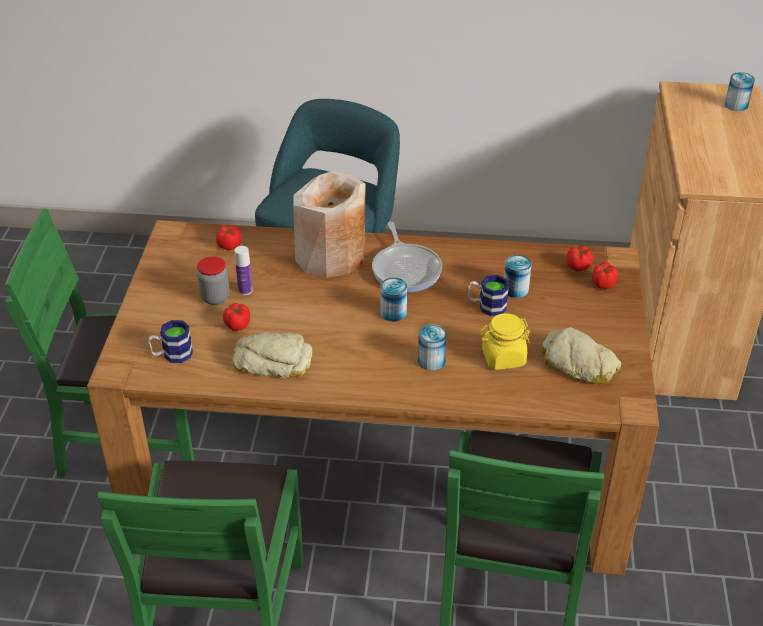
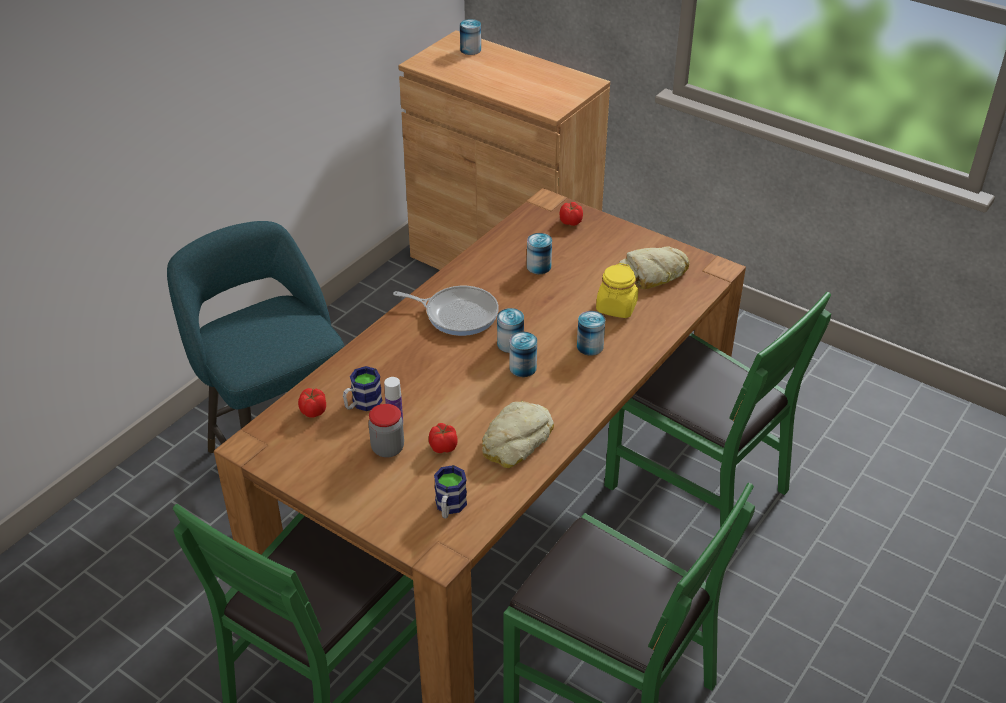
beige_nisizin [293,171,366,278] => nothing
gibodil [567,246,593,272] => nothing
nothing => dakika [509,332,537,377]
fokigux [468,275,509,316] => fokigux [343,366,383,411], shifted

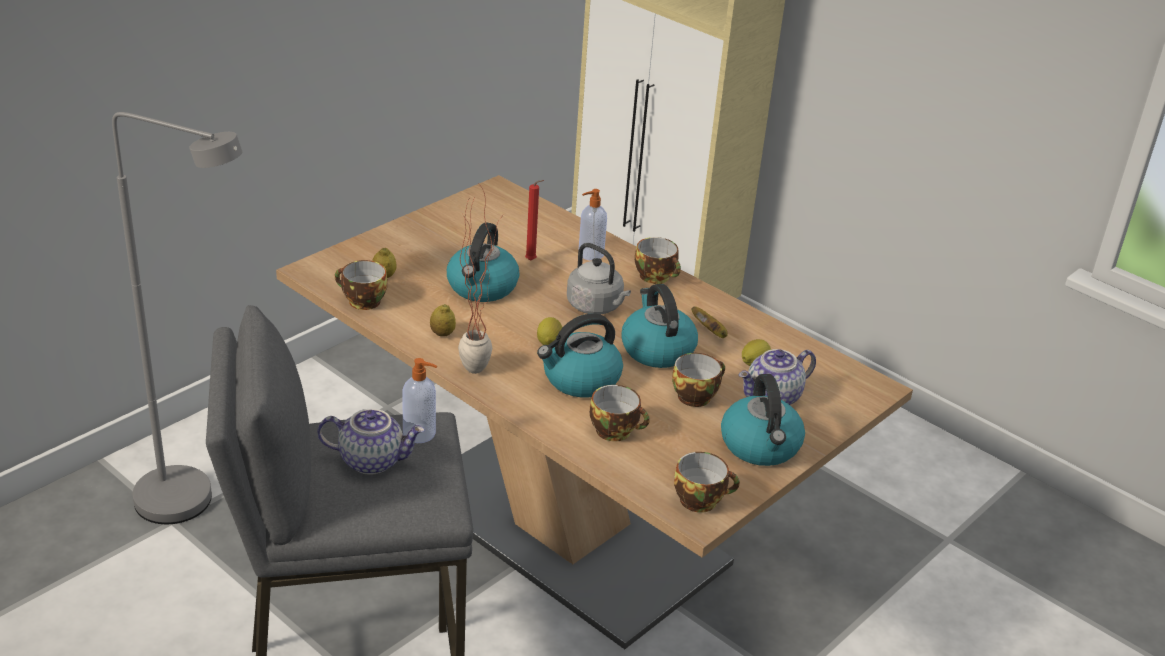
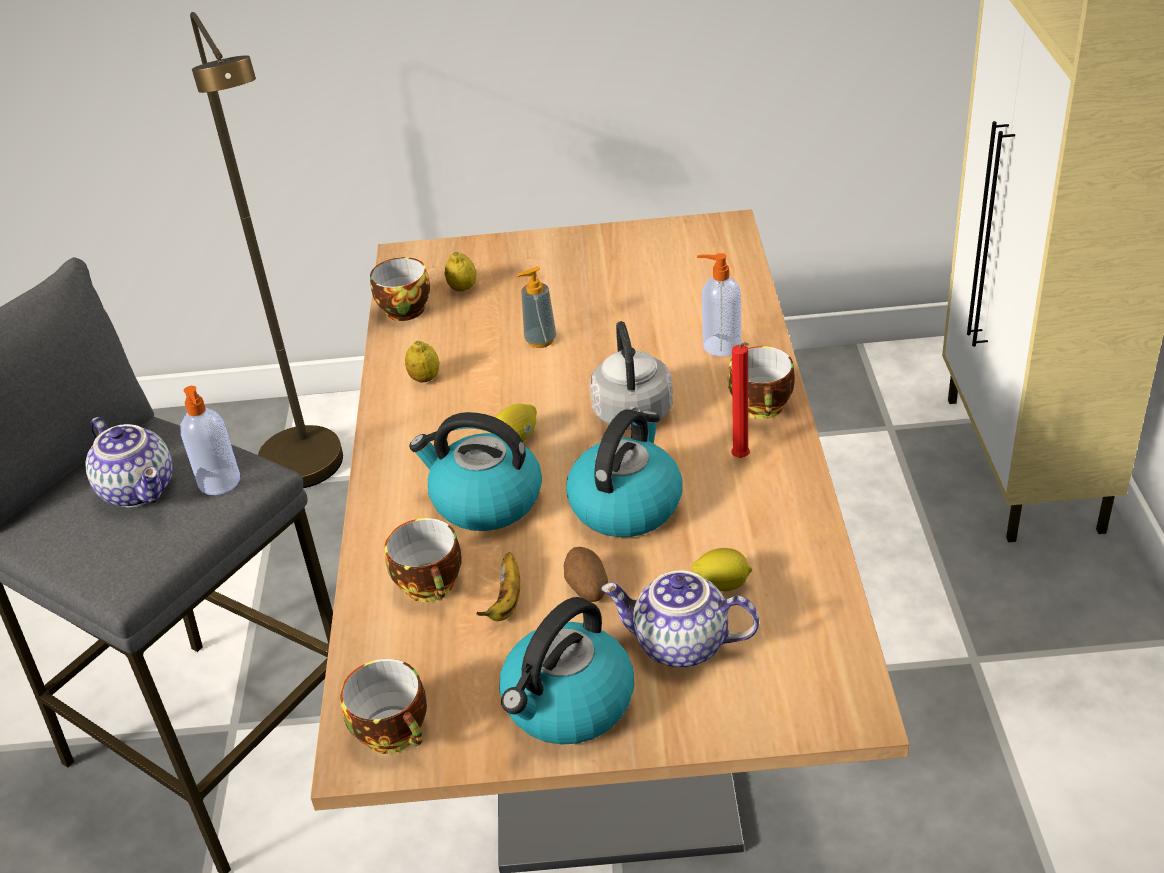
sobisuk [458,181,501,374] => nothing
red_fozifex [525,180,544,261] => red_fozifex [731,342,750,458], shifted
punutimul [692,307,728,338] => punutimul [476,552,520,621], shifted
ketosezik [447,222,519,302] => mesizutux [517,266,556,348]
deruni [672,353,725,407] => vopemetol [564,547,608,602]
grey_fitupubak [112,112,242,524] => brown_fitupubak [190,12,343,488]

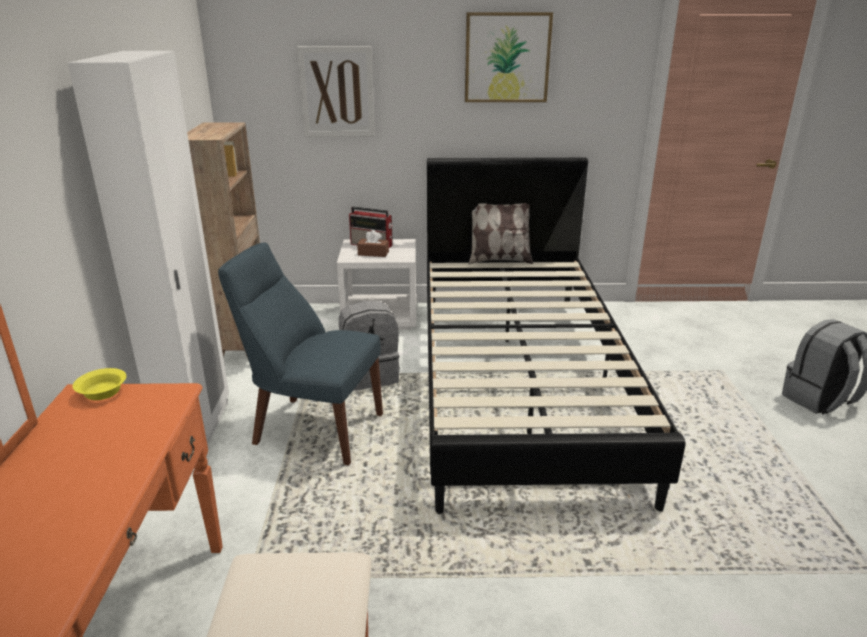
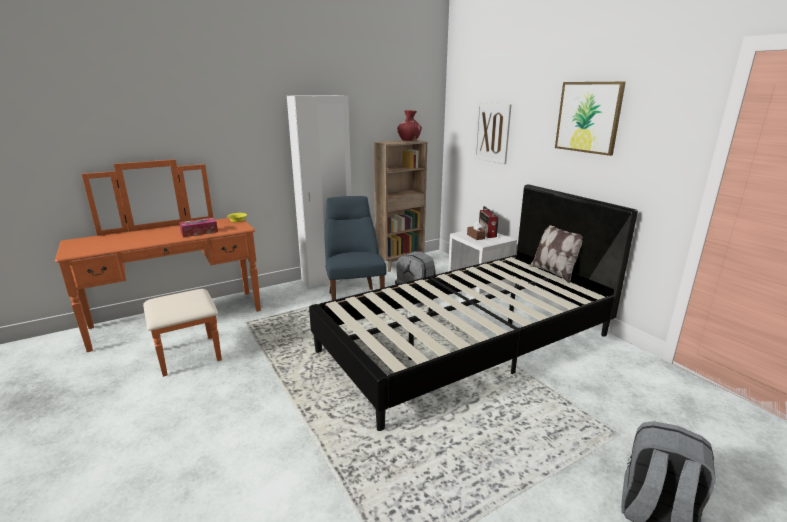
nothing => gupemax [179,218,218,237]
nothing => red_nisizin [397,110,422,141]

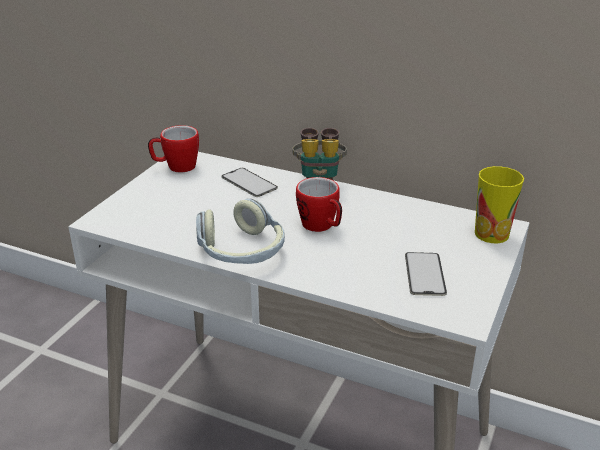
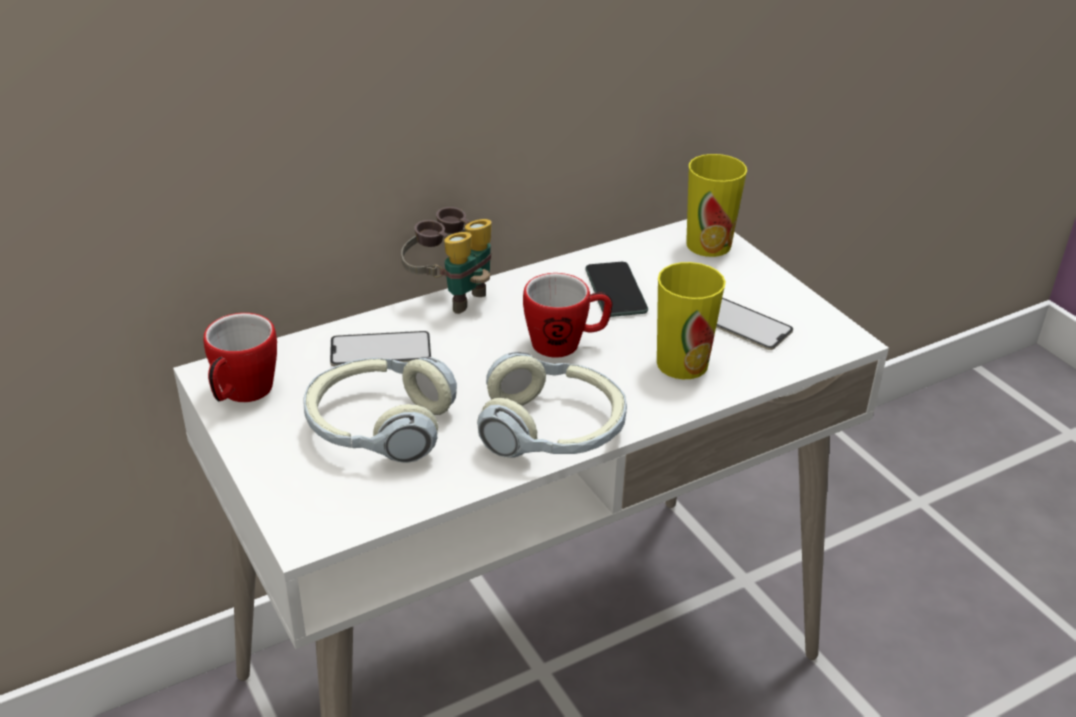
nothing => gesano [303,357,457,463]
nothing => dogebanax [585,262,648,317]
nothing => deruni [657,262,726,379]

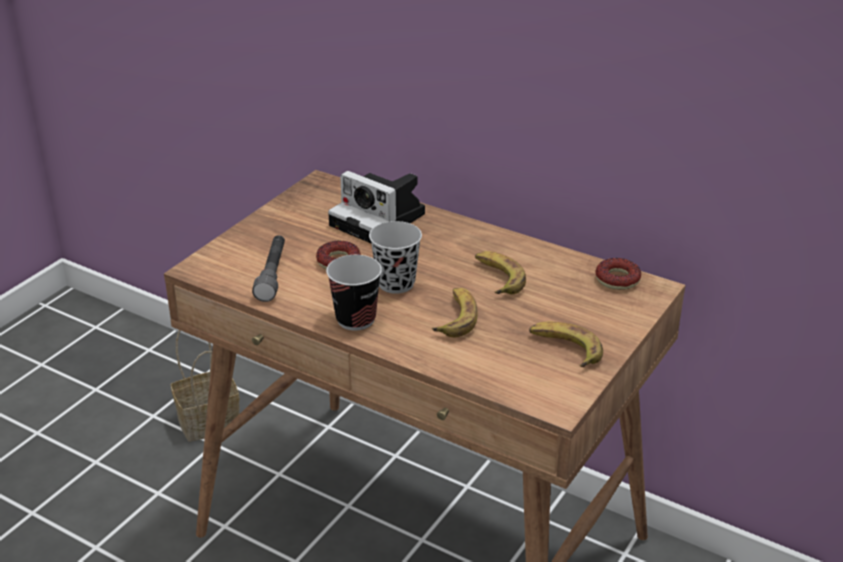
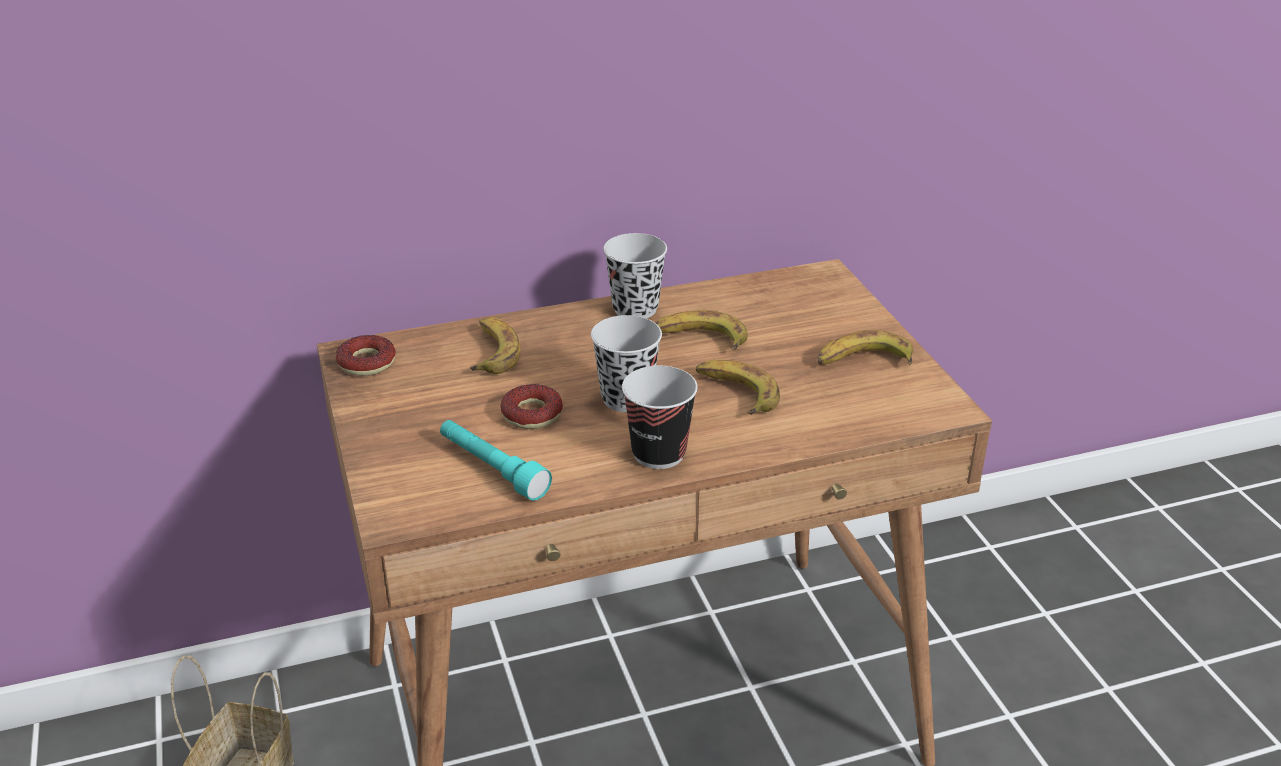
nothing => black_deruni [603,233,667,318]
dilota [596,258,641,290] => dilota [336,335,396,376], shifted
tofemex [328,171,425,243] => punutimul [470,317,521,374]
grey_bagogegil [252,235,285,302] => turquoise_bagogegil [440,420,552,501]

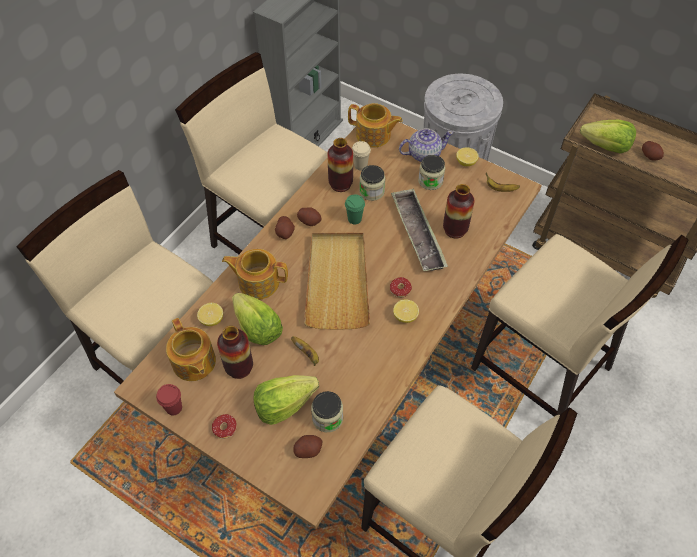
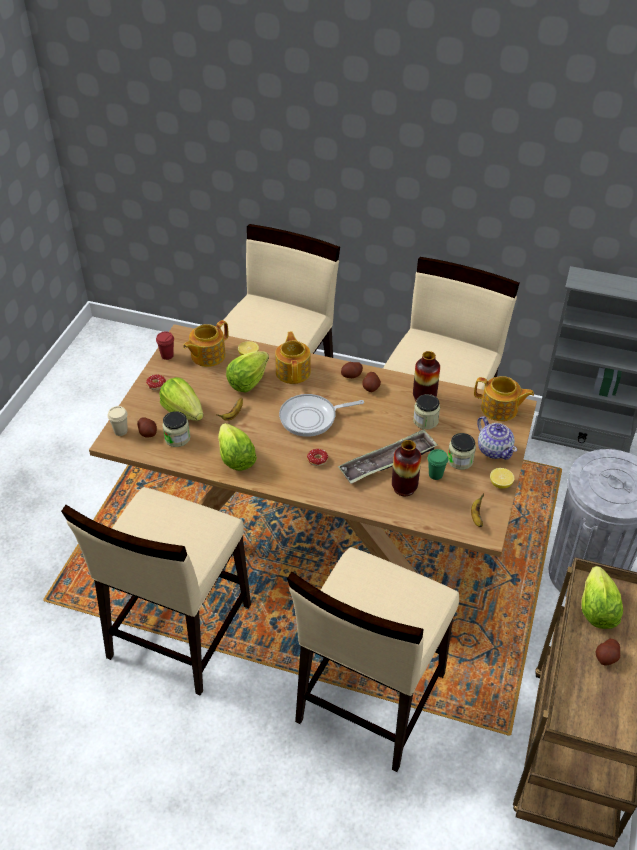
nisizin [217,326,253,379] => nothing
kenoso [393,300,419,323] => nothing
nothing => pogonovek [218,423,257,471]
green_deruni [345,194,365,224] => green_deruni [428,449,448,480], shifted
beige_deruni [352,141,371,170] => beige_deruni [108,406,128,436], shifted
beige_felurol [304,233,370,330] => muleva [279,394,364,437]
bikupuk [348,103,403,148] => bikupuk [474,376,534,421], 75 degrees counterclockwise

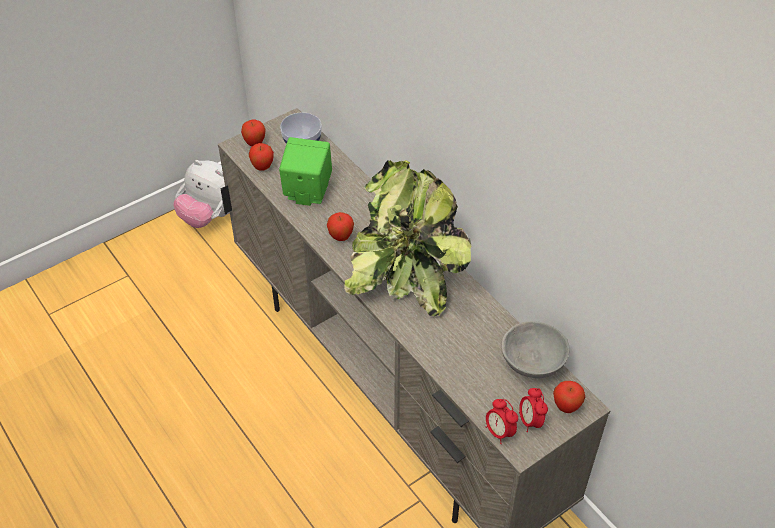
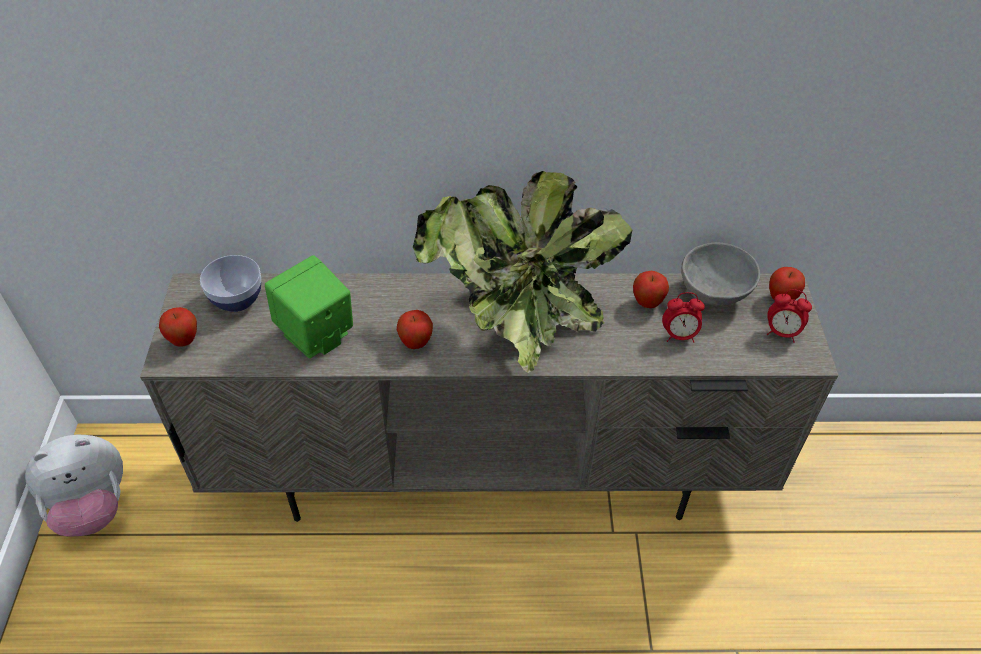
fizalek [249,143,274,171] => fizalek [633,270,669,308], shifted
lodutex [486,399,518,444] => lodutex [662,292,705,343], shifted

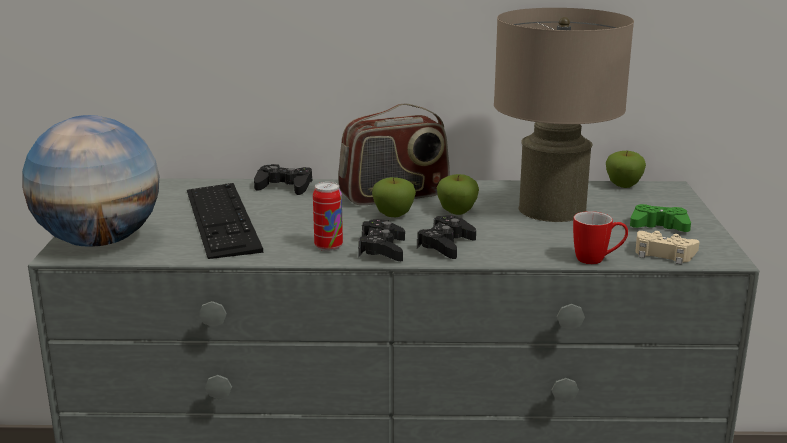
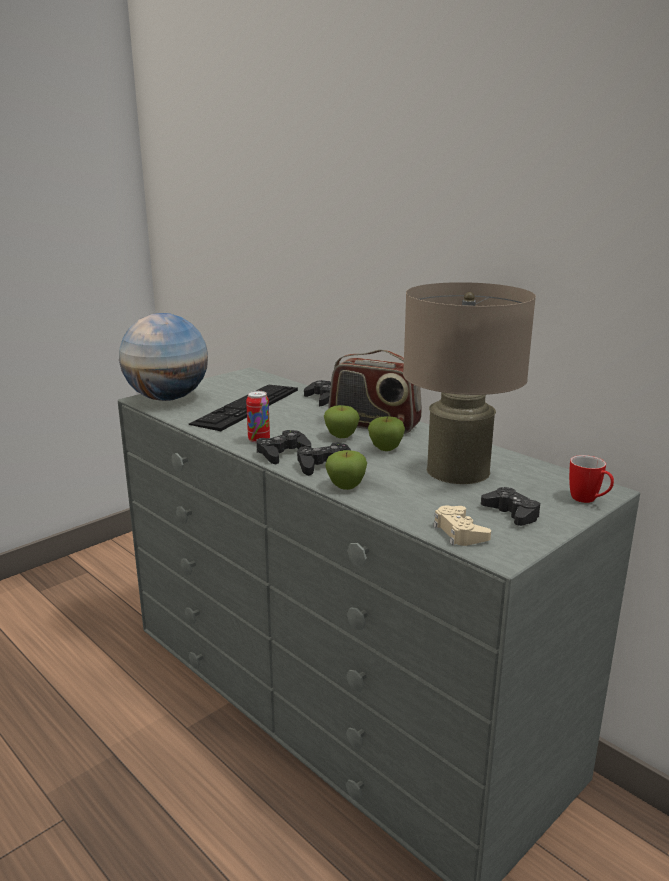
fokigux [573,211,628,264] => fokigux [569,455,614,503], shifted
fizalek [606,151,646,188] => fizalek [325,450,367,490], shifted
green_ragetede [630,204,691,232] => black_ragetede [481,487,540,526]

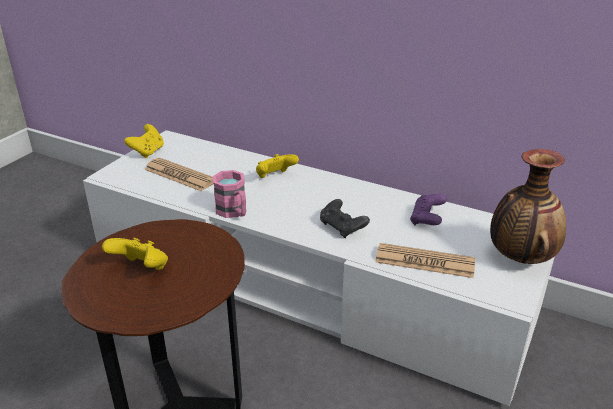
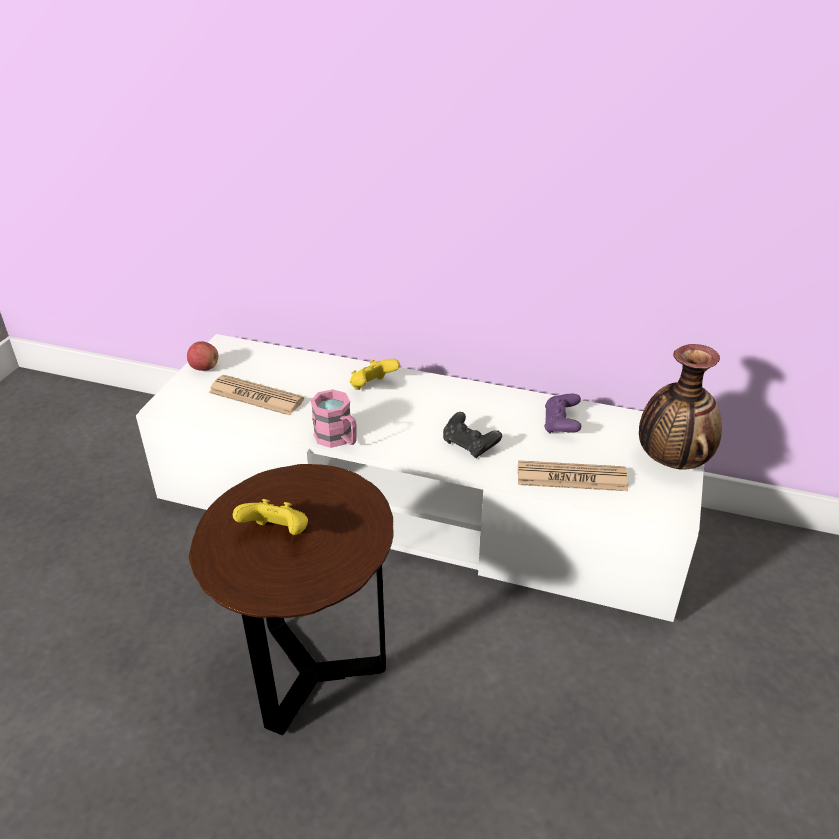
yellow_ragetede [124,124,164,158] => fizalek [187,341,218,371]

